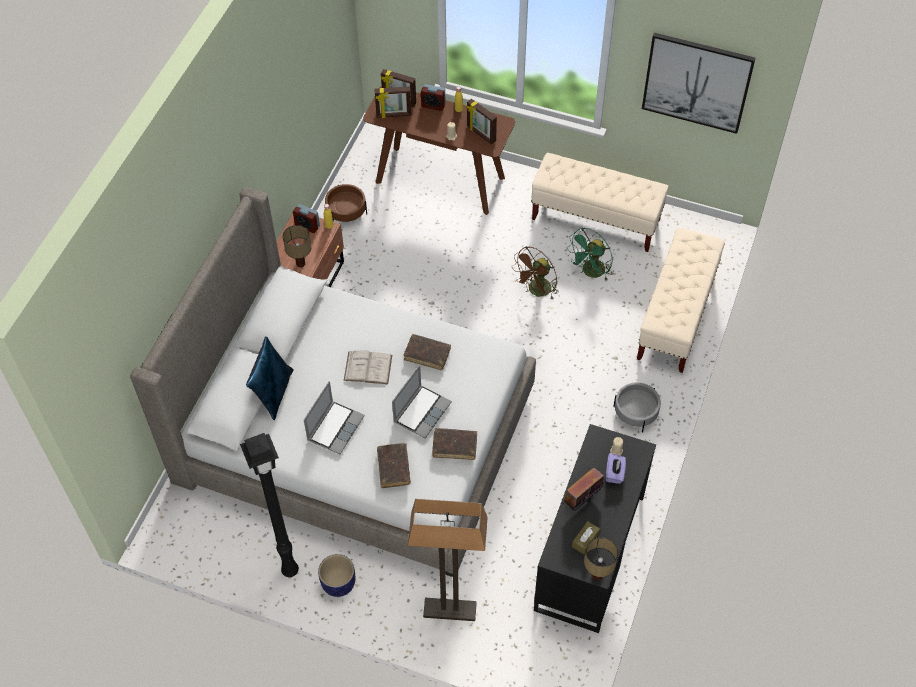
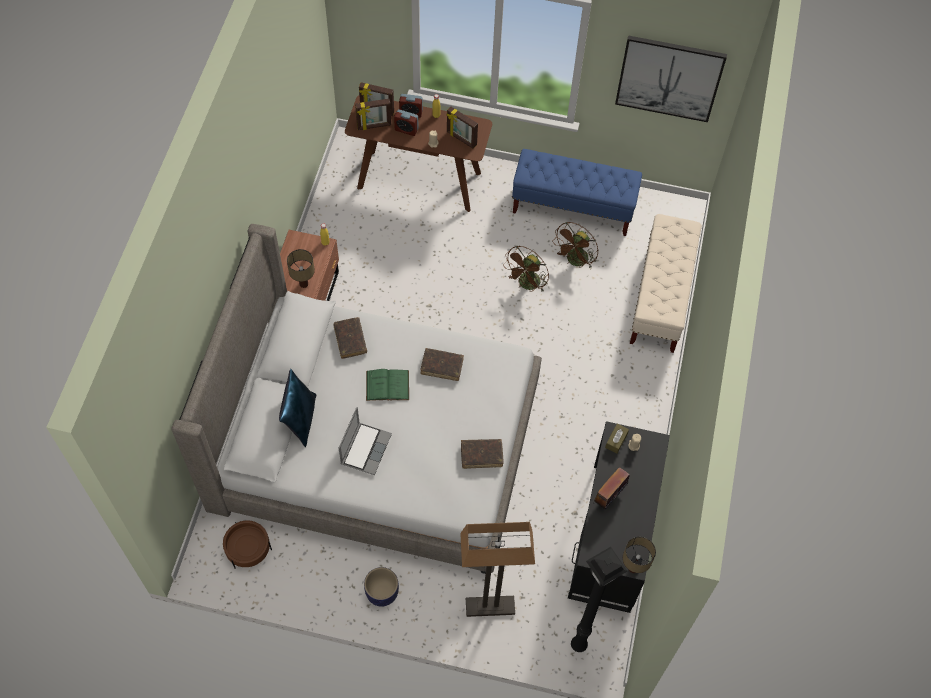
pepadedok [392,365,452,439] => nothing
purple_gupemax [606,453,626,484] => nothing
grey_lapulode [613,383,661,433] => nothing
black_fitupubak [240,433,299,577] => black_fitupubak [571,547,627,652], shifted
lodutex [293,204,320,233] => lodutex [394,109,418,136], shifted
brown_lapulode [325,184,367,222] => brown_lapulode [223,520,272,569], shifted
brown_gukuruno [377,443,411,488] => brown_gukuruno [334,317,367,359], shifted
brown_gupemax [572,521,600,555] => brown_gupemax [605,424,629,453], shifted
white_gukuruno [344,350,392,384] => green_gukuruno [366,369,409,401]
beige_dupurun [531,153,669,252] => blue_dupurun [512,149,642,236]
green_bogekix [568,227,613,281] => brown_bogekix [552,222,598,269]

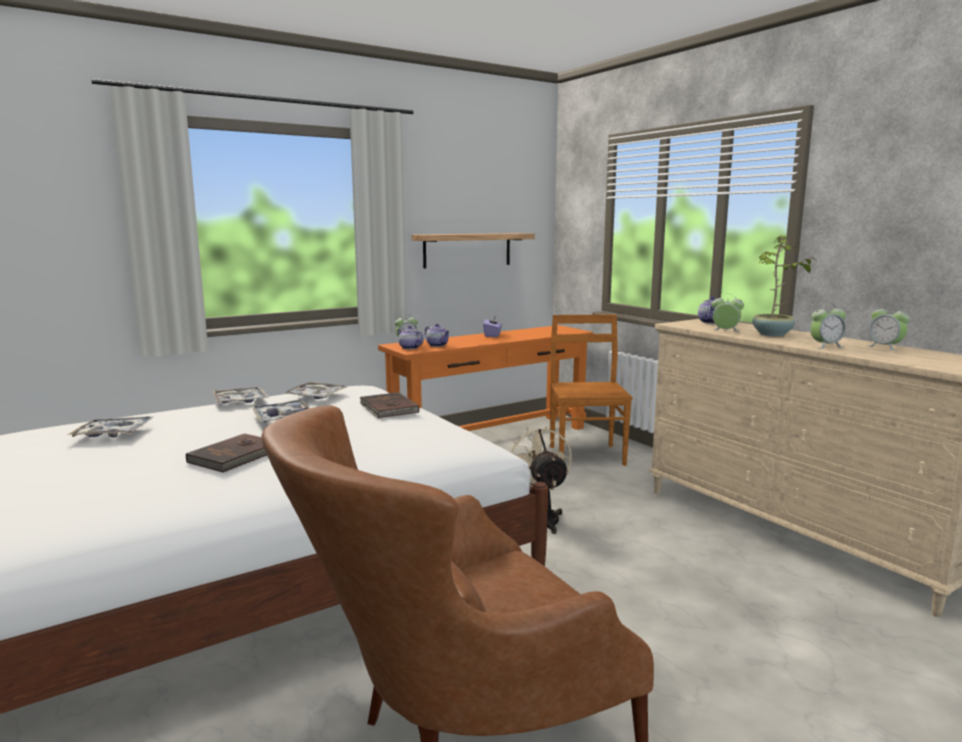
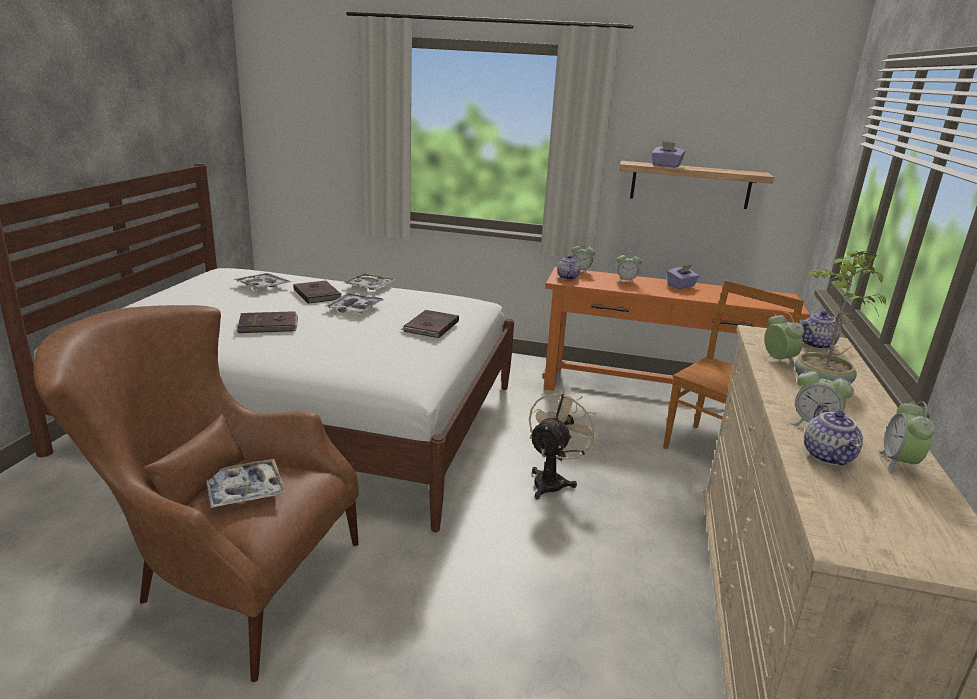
nothing => brown_gukuruno [293,280,342,304]
nothing => lodutex [617,252,642,284]
nothing => purple_gupemax [651,141,685,168]
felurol [282,382,348,399] => felurol [206,459,285,508], shifted
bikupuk [425,324,450,347] => bikupuk [804,404,863,466], shifted

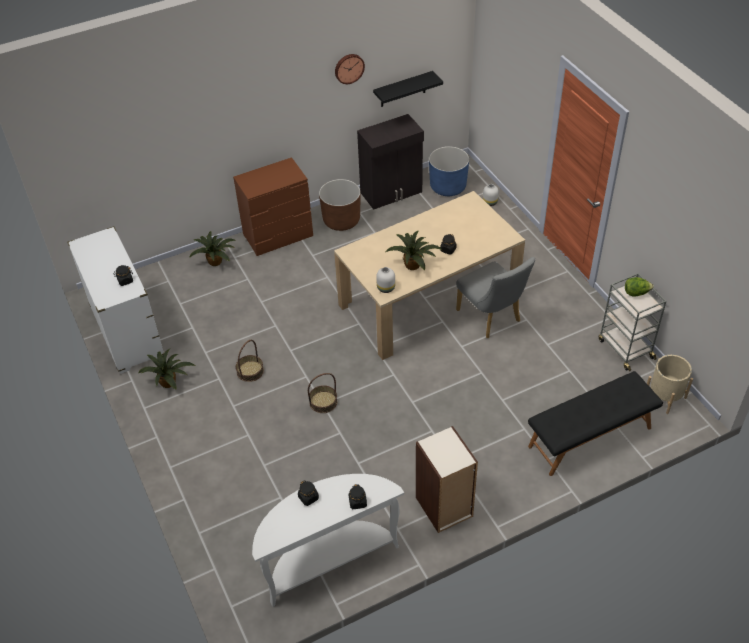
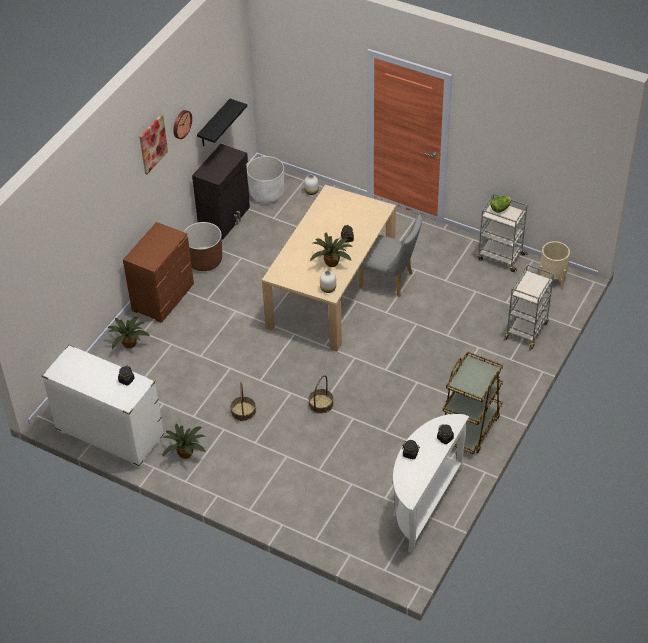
nothing => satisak [139,114,168,174]
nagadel [416,426,478,533] => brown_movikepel [443,351,503,454]
black_dupurun [528,371,663,476] => grey_movikepel [504,264,554,350]
blue_lapulode [429,146,469,196] => white_lapulode [247,156,284,203]

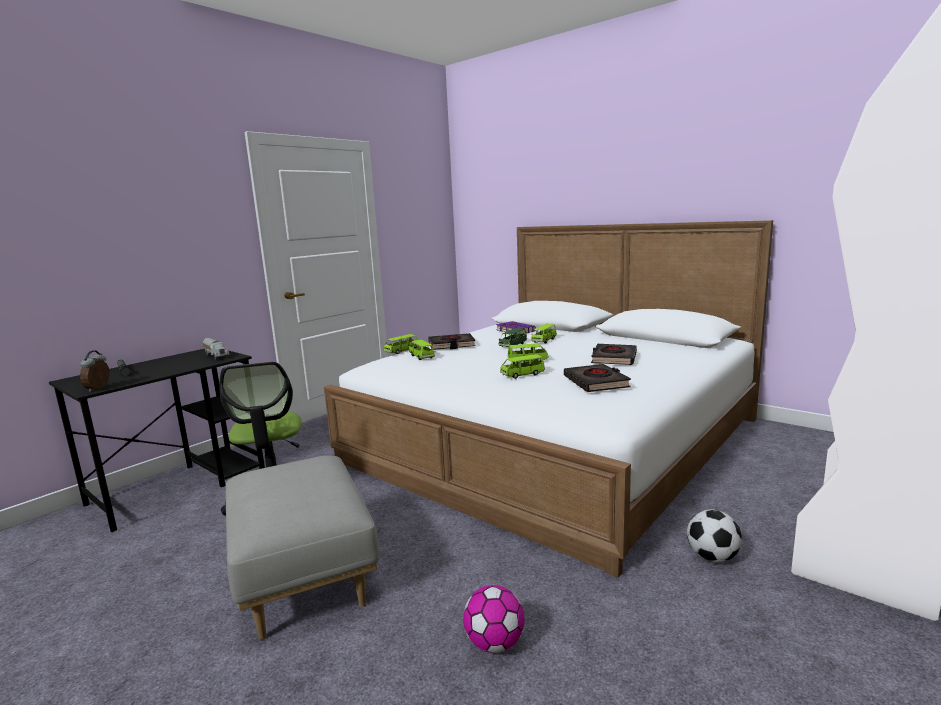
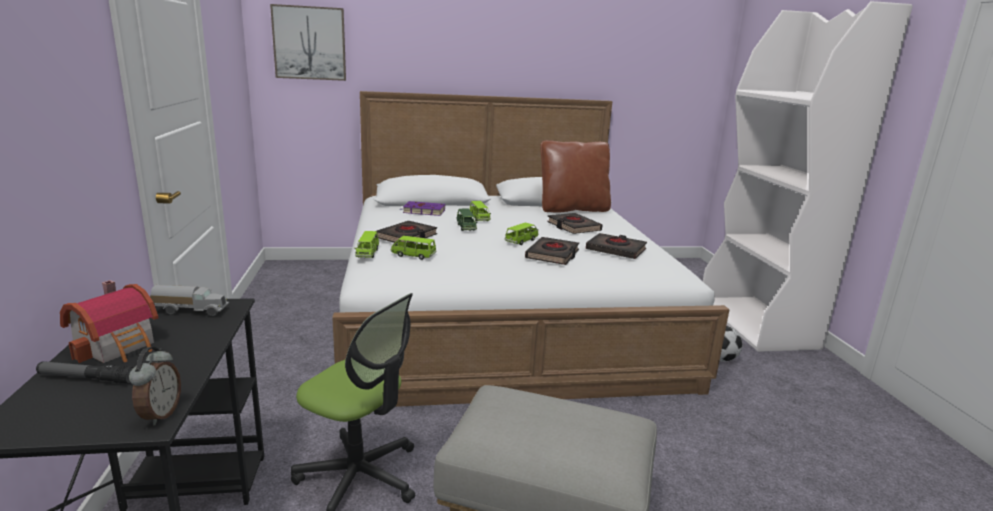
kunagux [463,585,525,653] => nothing
nothing => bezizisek [60,280,158,363]
nothing => satisak [270,4,346,81]
nothing => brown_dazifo [540,140,611,212]
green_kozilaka [500,354,545,379] => black_gukuruno [525,237,579,265]
lodutex [80,350,110,392] => lodutex [129,347,181,425], 135 degrees counterclockwise

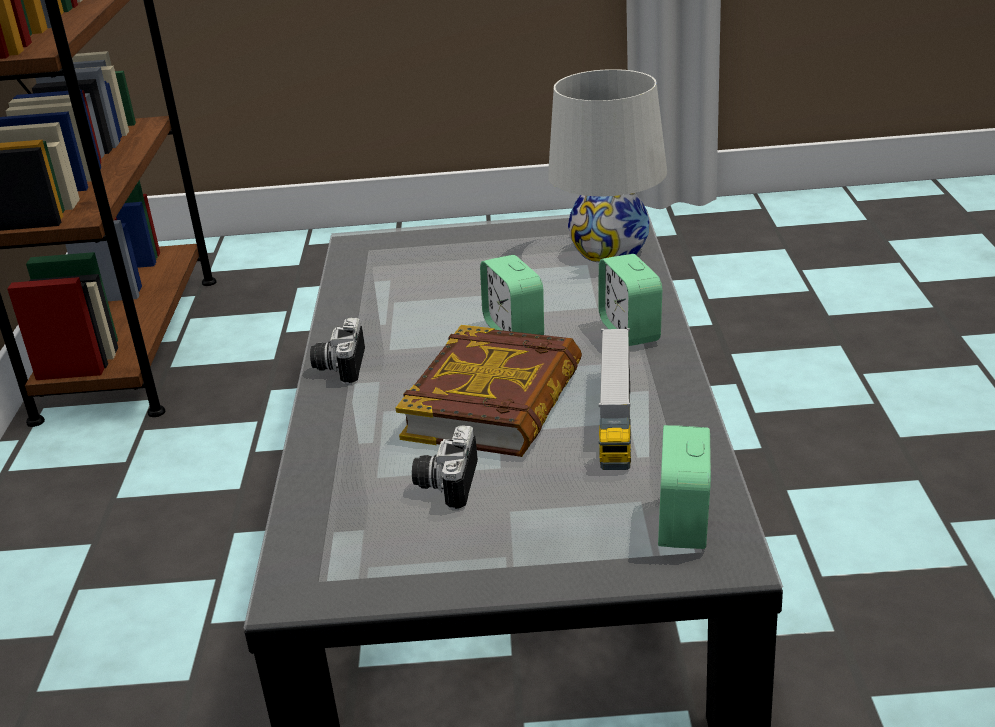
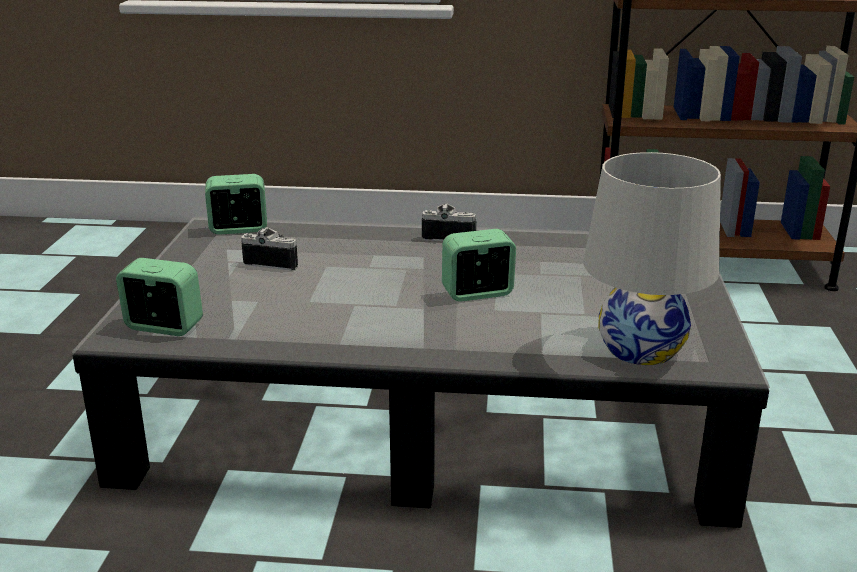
gukuruno [396,325,582,457] => nothing
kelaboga [598,328,631,470] => nothing
lodutex [598,254,662,346] => lodutex [205,174,267,235], shifted

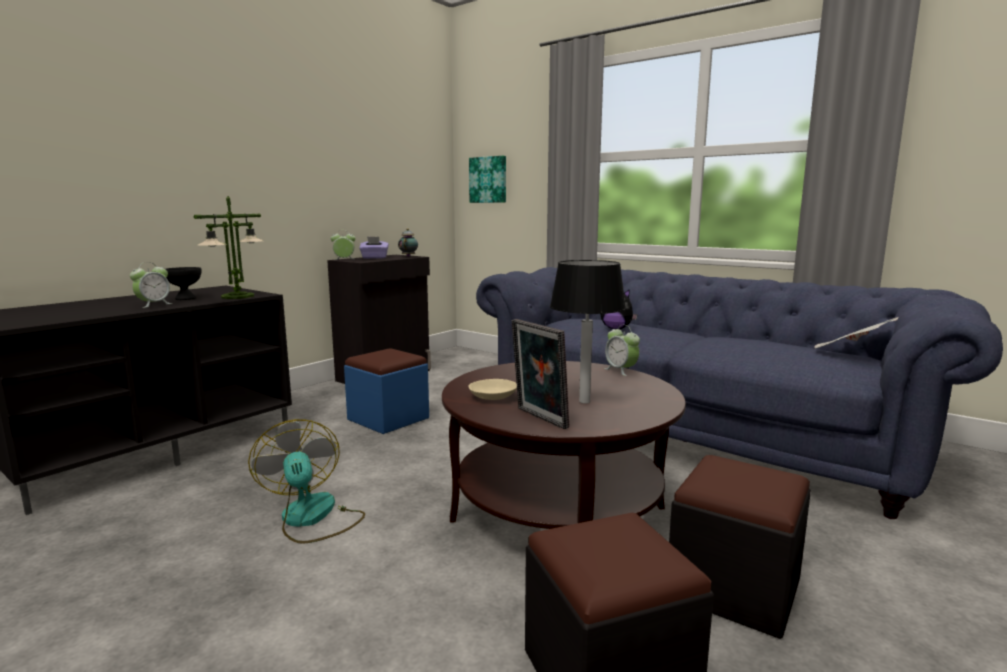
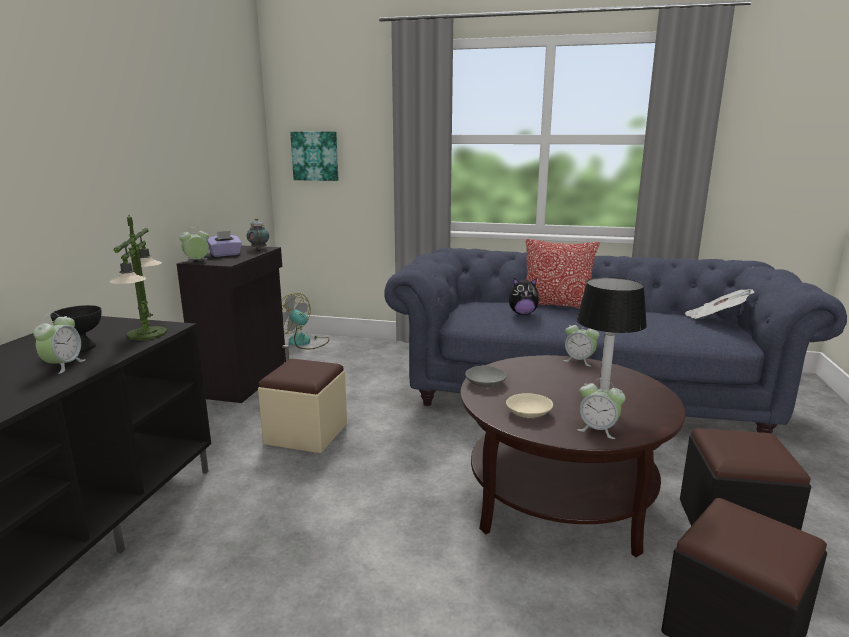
nothing => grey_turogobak [465,365,507,387]
nothing => dazifo [526,239,600,309]
bogekix [248,419,365,544] => bogekix [281,293,330,349], shifted
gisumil [512,319,569,429] => lodutex [578,379,625,439]
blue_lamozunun [344,348,429,434] => beige_lamozunun [258,359,347,454]

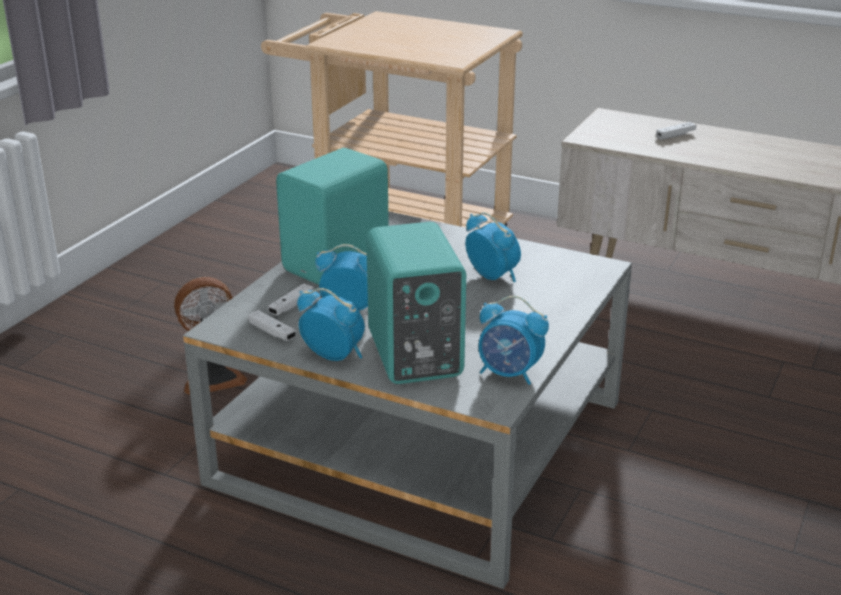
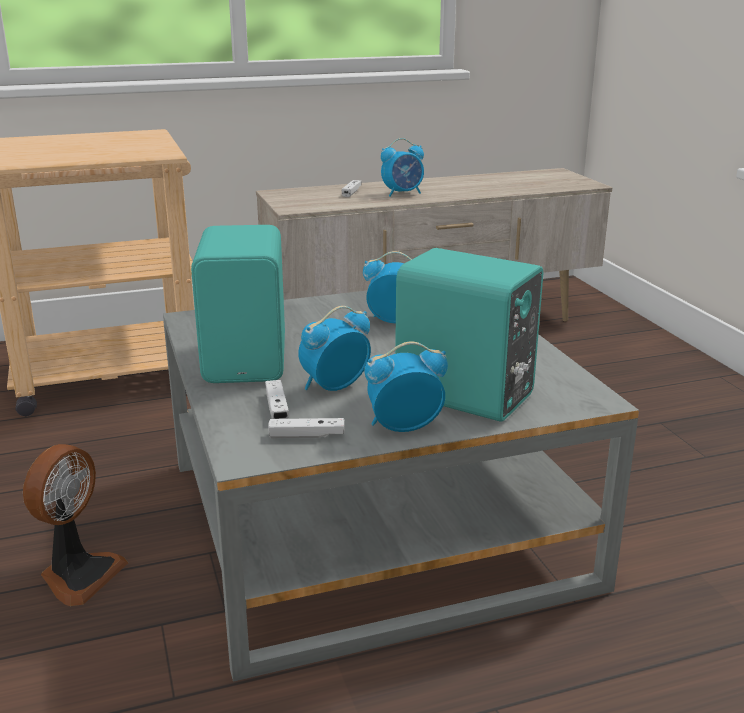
lodutex [479,296,549,385] => lodutex [381,138,424,196], shifted

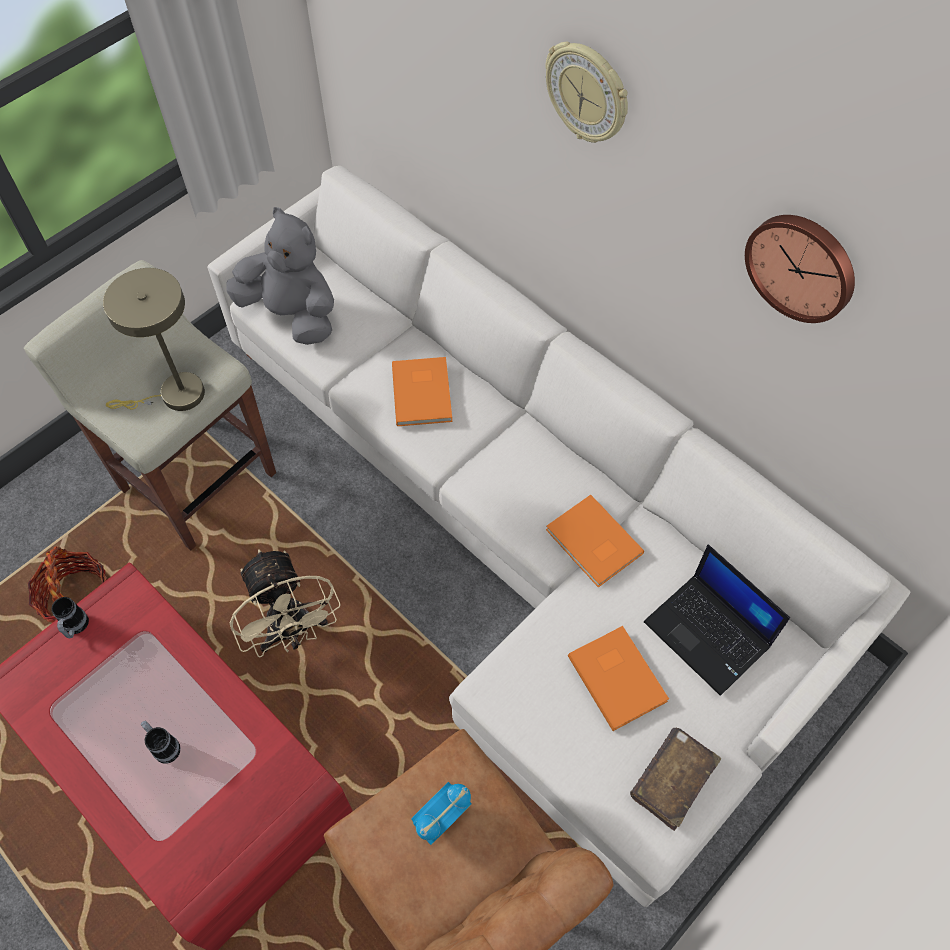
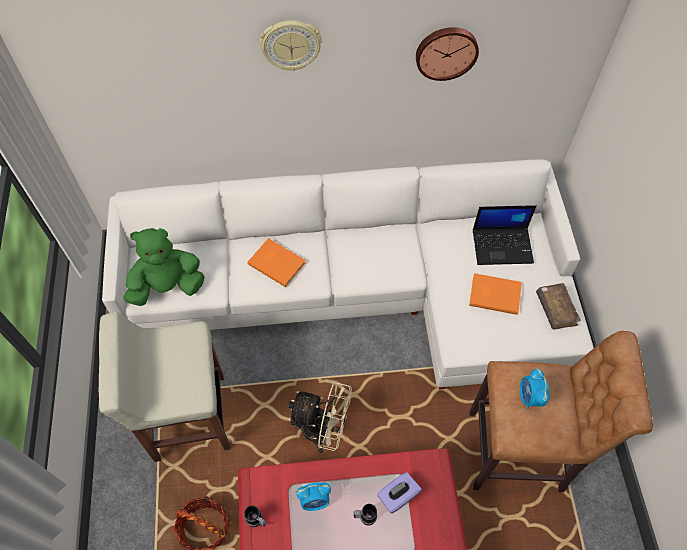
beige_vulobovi [103,268,205,411] => nothing
orange_gukuruno [546,495,644,587] => nothing
nothing => lodutex [296,482,331,511]
nothing => purple_gupemax [377,472,422,514]
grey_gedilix [226,207,334,345] => green_gedilix [123,228,205,306]

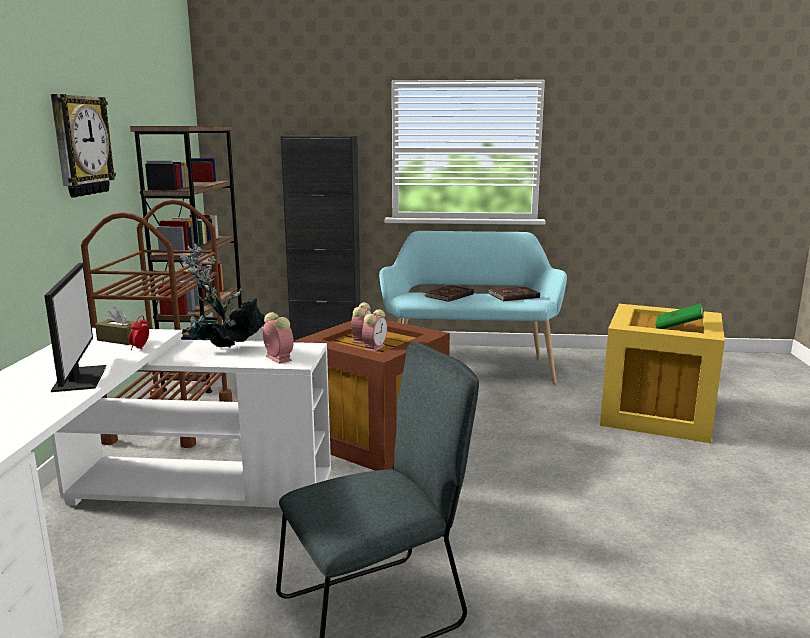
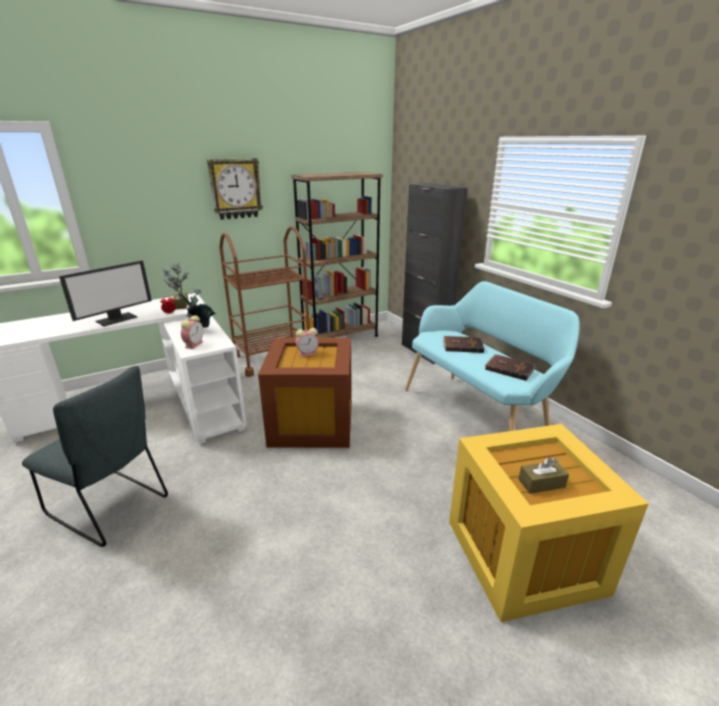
lodutex [362,309,387,352] => nothing
green_gukuruno [655,303,704,329] => brown_gupemax [518,457,569,494]

